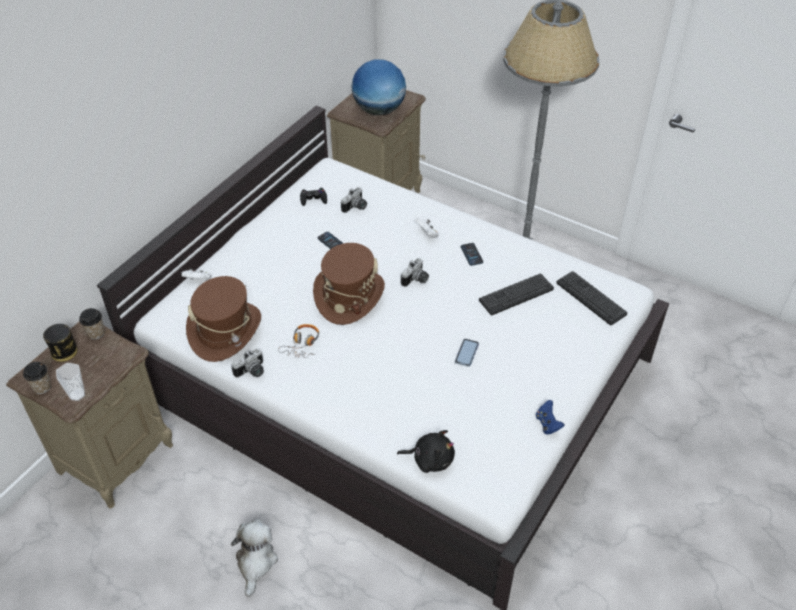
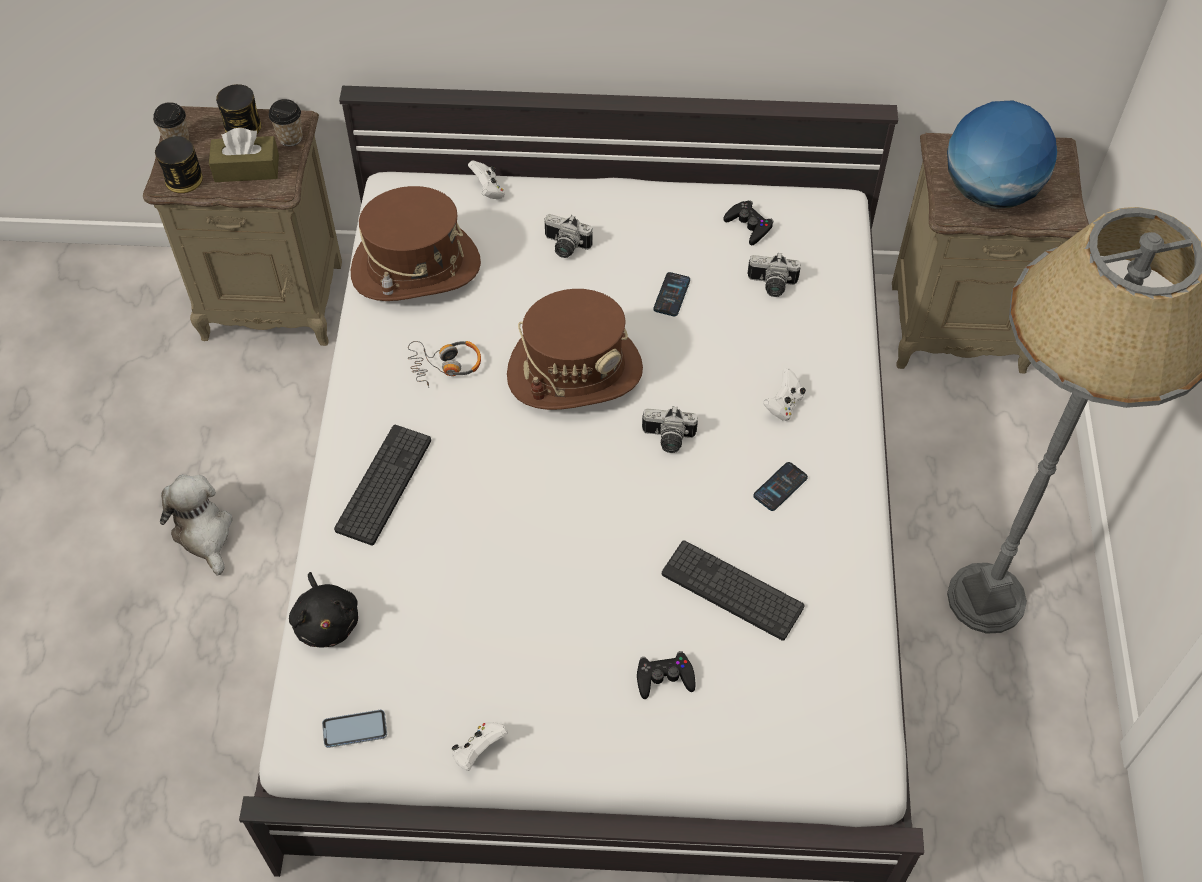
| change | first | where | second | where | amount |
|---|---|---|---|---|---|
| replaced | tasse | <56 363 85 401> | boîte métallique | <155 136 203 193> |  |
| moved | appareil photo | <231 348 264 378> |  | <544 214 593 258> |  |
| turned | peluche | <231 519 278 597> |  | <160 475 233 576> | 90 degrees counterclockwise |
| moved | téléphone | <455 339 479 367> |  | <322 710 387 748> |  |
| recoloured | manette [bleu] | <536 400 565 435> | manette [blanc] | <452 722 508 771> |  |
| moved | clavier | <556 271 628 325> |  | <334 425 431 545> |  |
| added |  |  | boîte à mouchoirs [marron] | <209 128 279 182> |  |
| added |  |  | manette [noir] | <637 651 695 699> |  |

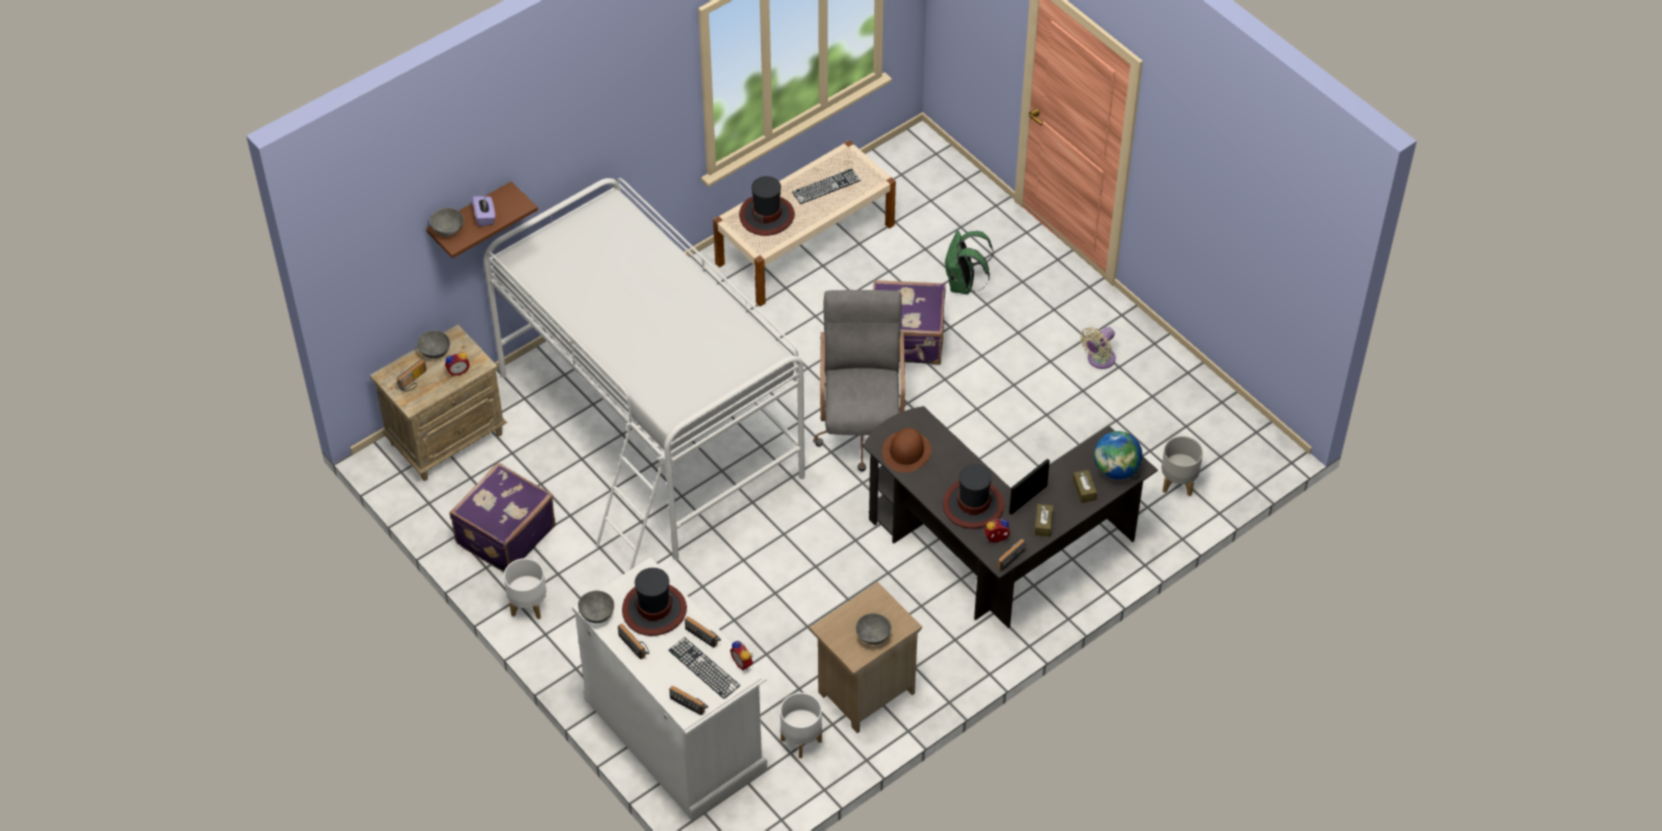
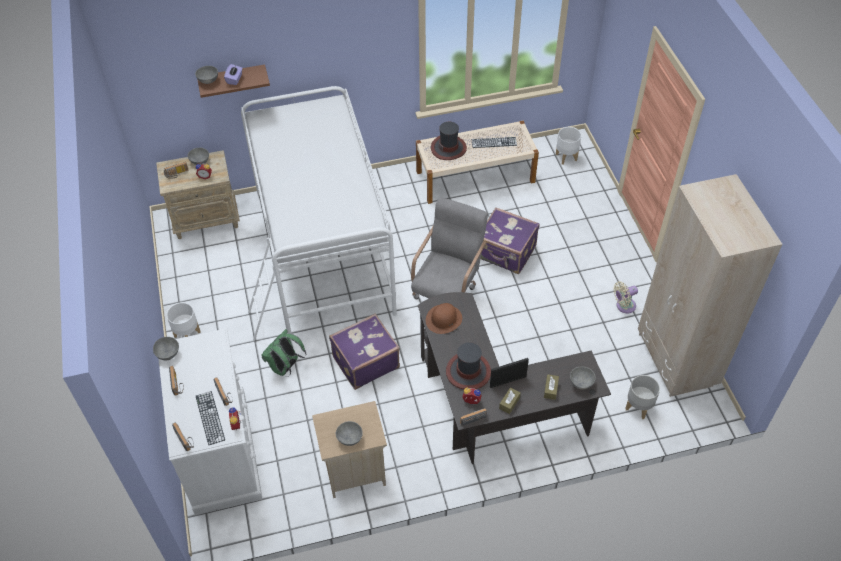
| change | first | where | second | where | amount |
|---|---|---|---|---|---|
| moved | valise [violet] | <449 462 556 572> |  | <329 313 400 390> |  |
| removed | chapeau | <622 568 687 636> |  |  |  |
| moved | cache-pot [blanc] | <780 693 822 758> |  | <556 127 581 165> |  |
| moved | sac à dos [vert] | <945 230 994 294> |  | <261 329 307 377> |  |
| replaced | globe | <1094 431 1142 479> | bol [gris] | <570 367 596 390> |  |
| added |  |  | armoire [beige] | <638 174 782 397> |  |

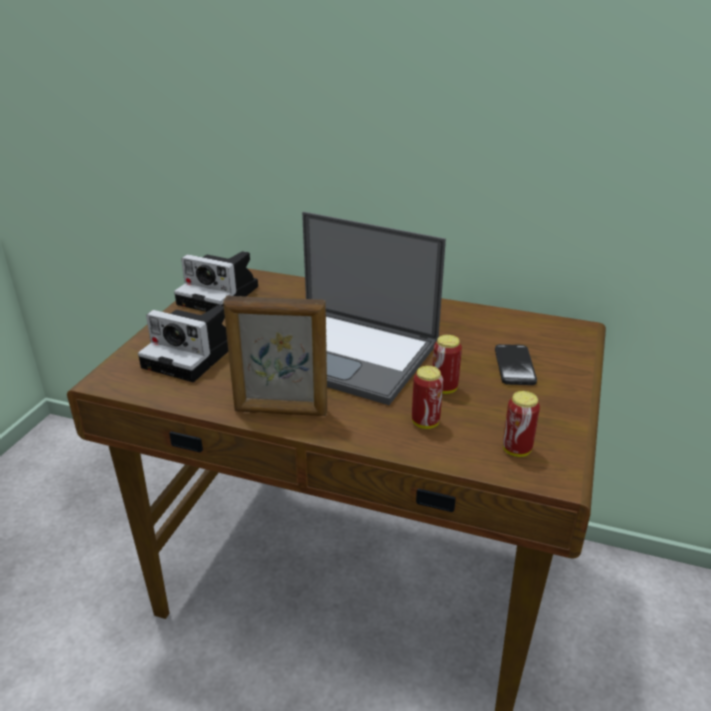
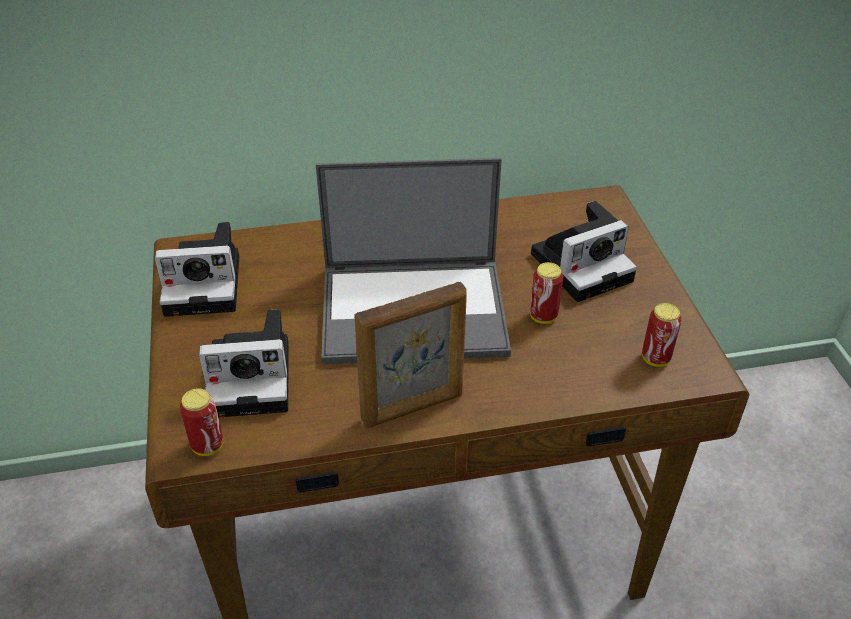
| change | first | where | second | where | amount |
|---|---|---|---|---|---|
| moved | boîte métallique | <412 366 443 429> |  | <180 388 223 456> |  |
| replaced | téléphone | <495 344 537 385> | appareil photo | <531 201 637 302> |  |

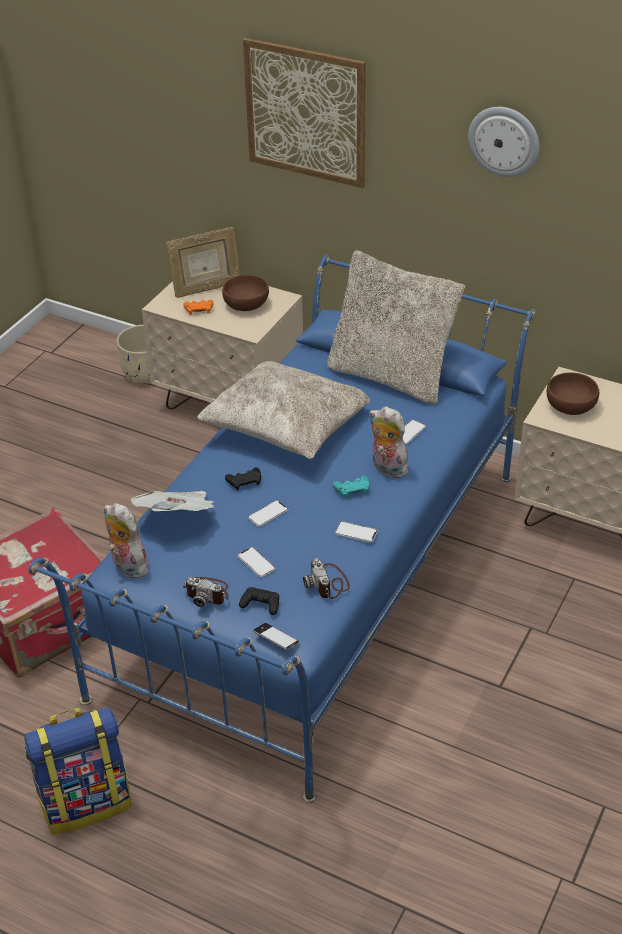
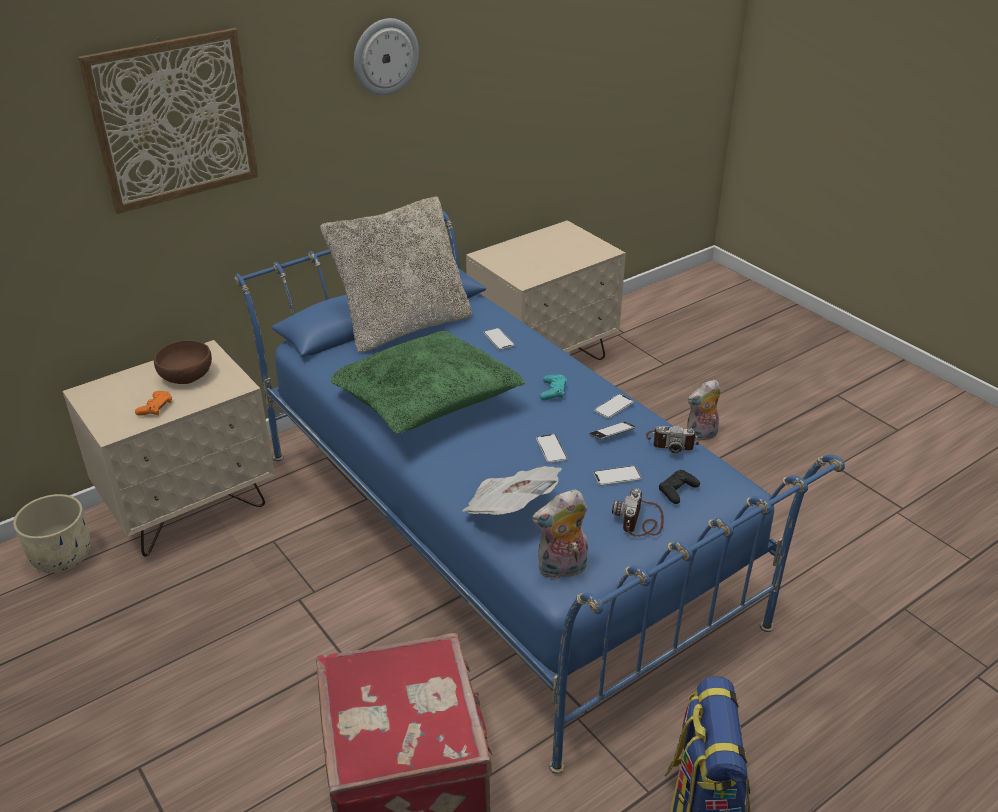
| change | first | where | second | where | amount |
|---|---|---|---|---|---|
| removed | cadre photo | <166 227 240 298> |  |  |  |
| turned | appareil photo | <183 577 229 607> |  | <612 488 664 537> | 150 degrees clockwise |
| recoloured | coussin [beige] | <198 361 370 459> | coussin [vert] | <331 331 525 435> |  |
| removed | manette [noir] | <225 467 261 490> |  |  |  |
| moved | téléphone | <253 623 299 650> |  | <589 422 635 440> |  |
| moved | peluche | <369 406 410 478> |  | <687 379 721 442> |  |
| removed | bol [marron] | <547 372 599 415> |  |  |  |

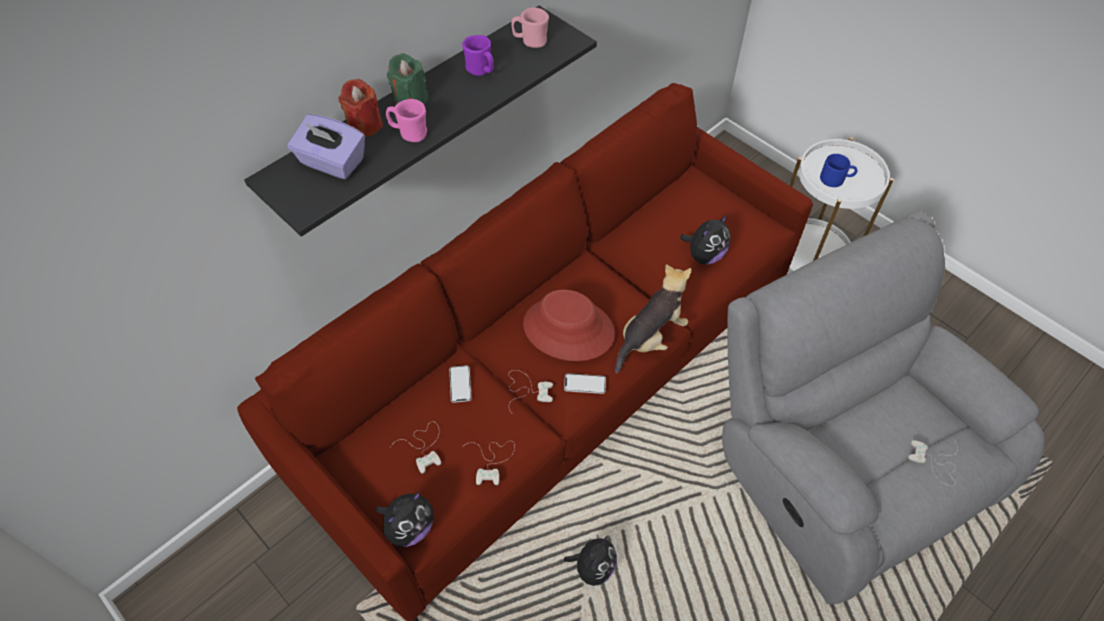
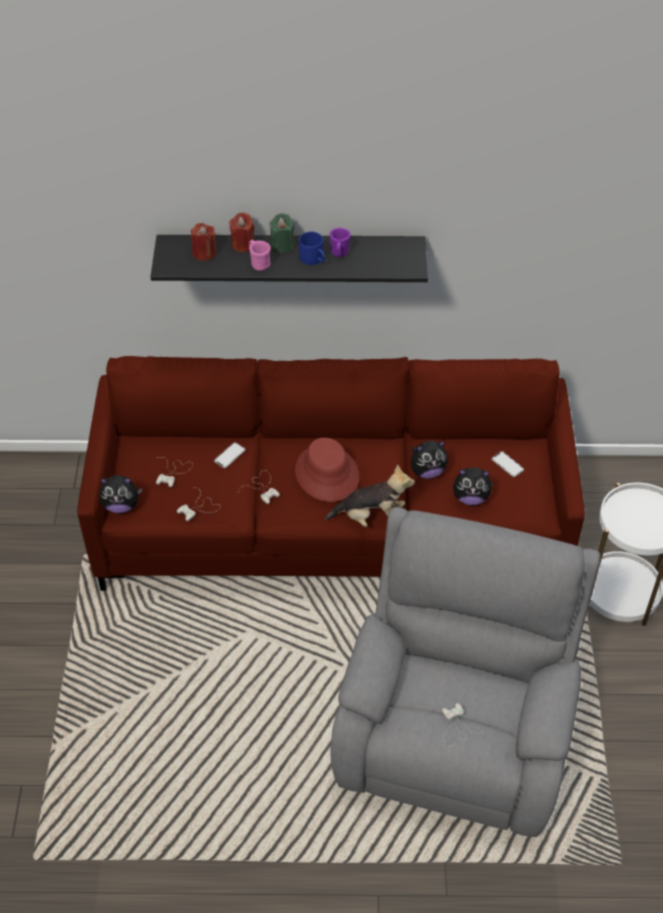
| change | first | where | second | where | amount |
|---|---|---|---|---|---|
| replaced | boîte à mouchoirs [violet] | <288 114 365 179> | bougie [rouge] | <191 223 216 261> |  |
| removed | mug [rose] | <511 8 549 48> |  |  |  |
| moved | téléphone | <564 373 606 394> |  | <491 451 524 477> |  |
| moved | peluche | <564 534 617 586> |  | <411 440 448 479> |  |
| moved | mug [bleu] | <820 154 857 187> |  | <299 232 325 265> |  |

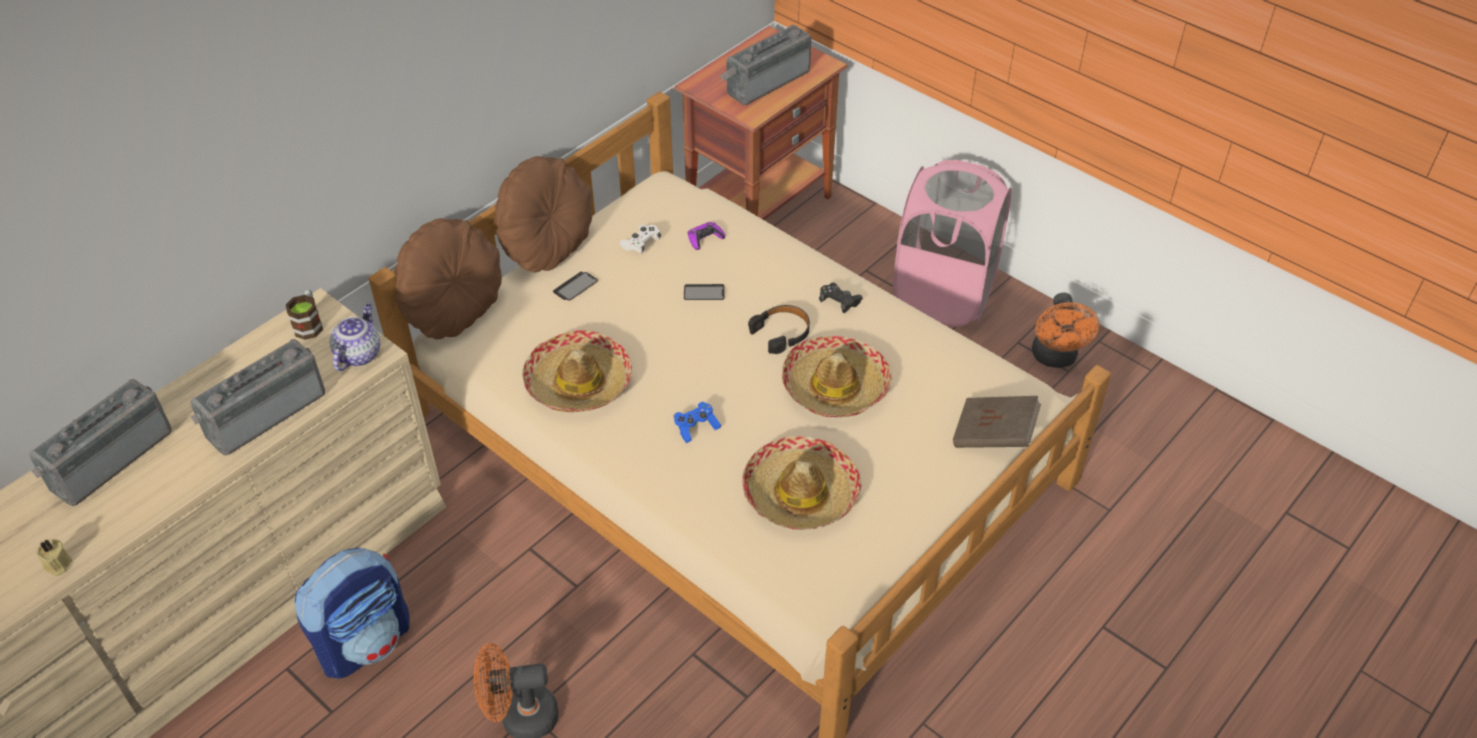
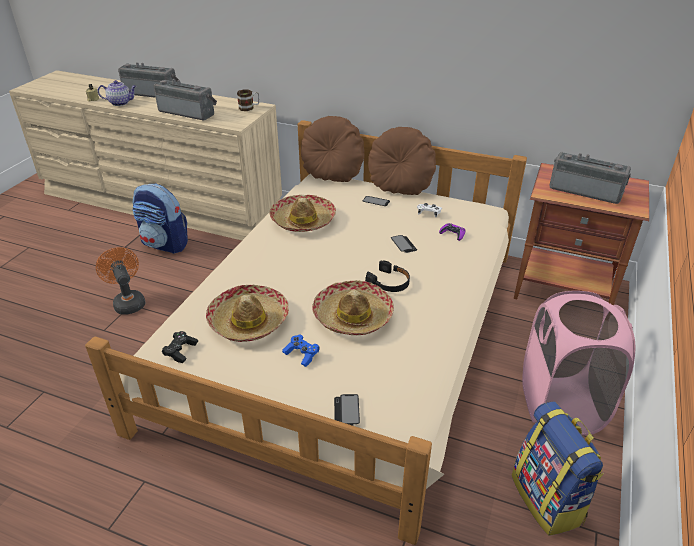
| change | first | where | second | where | amount |
|---|---|---|---|---|---|
| moved | théière | <330 304 380 371> |  | <98 80 137 106> |  |
| moved | manette [bleu] | <674 402 721 443> |  | <282 334 320 367> |  |
| moved | manette [noir] | <819 283 863 313> |  | <162 331 198 363> |  |
| replaced | livre [marron] | <953 396 1041 448> | téléphone | <334 394 360 426> |  |
| replaced | ventilateur [orange] | <1032 293 1099 368> | sac à dos | <512 402 604 536> |  |

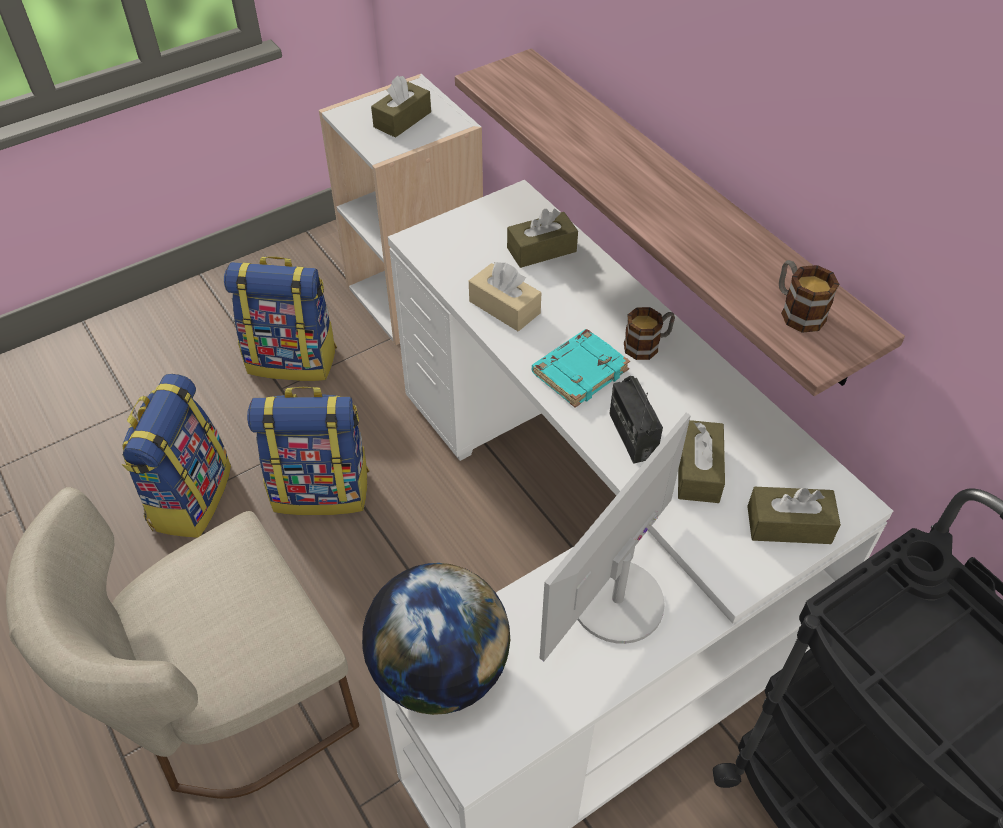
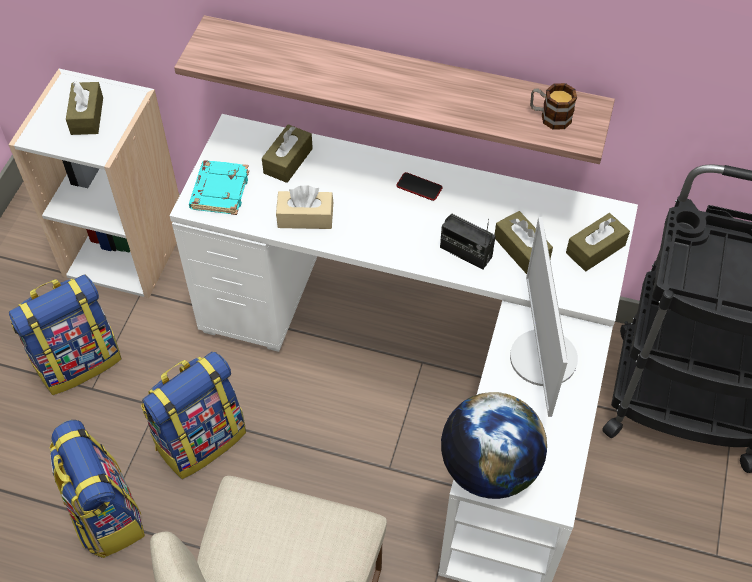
| change | first | where | second | where | amount |
|---|---|---|---|---|---|
| moved | livre [turquoise] | <532 329 630 408> |  | <189 160 249 215> |  |
| replaced | mug | <624 307 675 360> | téléphone | <396 172 443 201> |  |

